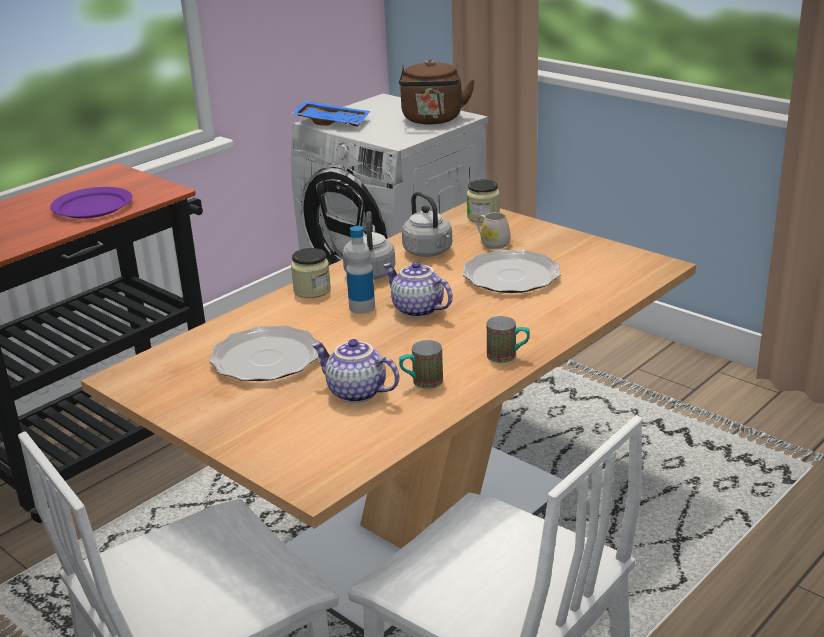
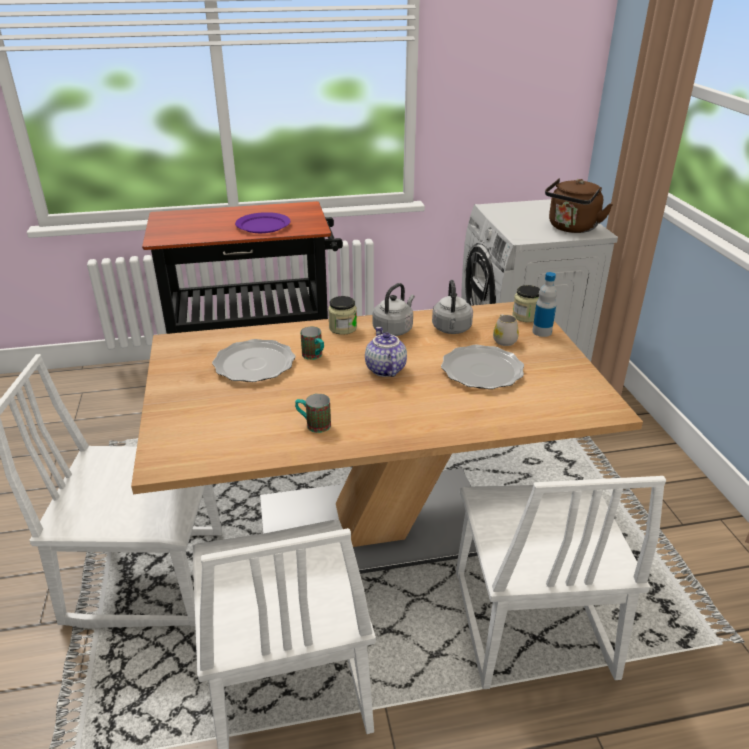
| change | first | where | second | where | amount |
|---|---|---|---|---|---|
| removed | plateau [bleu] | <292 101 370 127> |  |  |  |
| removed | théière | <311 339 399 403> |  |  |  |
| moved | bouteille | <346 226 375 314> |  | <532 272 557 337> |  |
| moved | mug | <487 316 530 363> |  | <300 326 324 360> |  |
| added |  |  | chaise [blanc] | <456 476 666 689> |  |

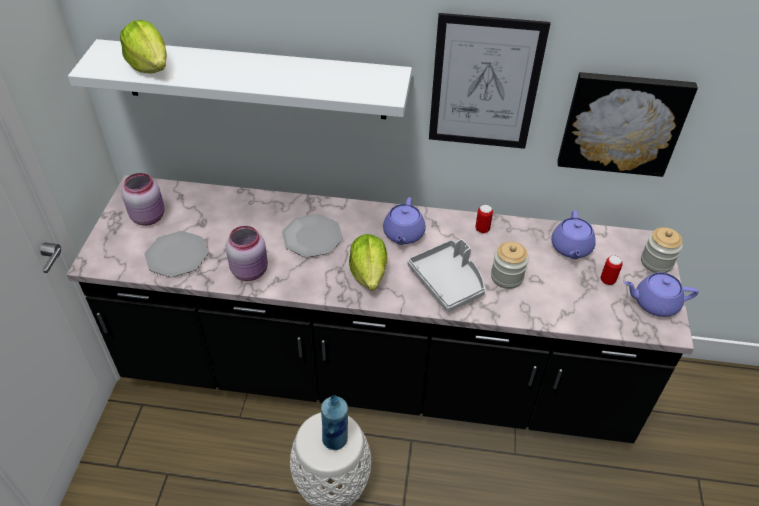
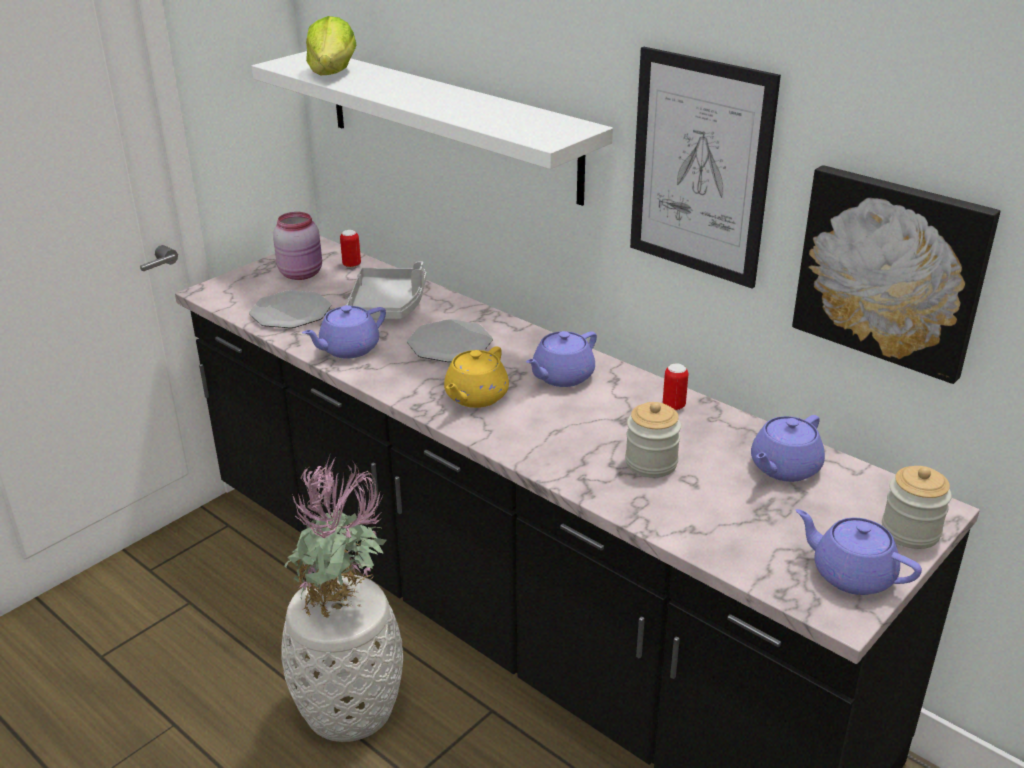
| change | first | where | second | where | amount |
|---|---|---|---|---|---|
| replaced | bocal [rose] | <226 226 268 281> | théière [violet] | <302 305 386 359> |  |
| replaced | bouteille [bleu] | <321 395 348 450> | plante en pot | <284 455 387 618> |  |
| replaced | laitue | <349 234 387 291> | théière [jaune] | <444 346 509 408> |  |
| moved | plateau [gris] | <408 239 485 312> |  | <347 261 426 320> |  |
| moved | boîte métallique | <601 256 623 285> |  | <340 230 361 268> |  |

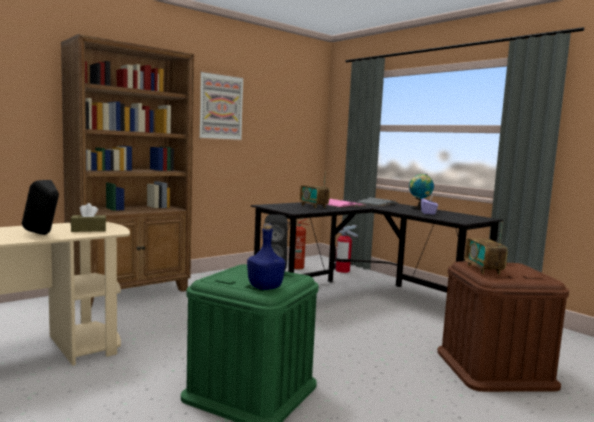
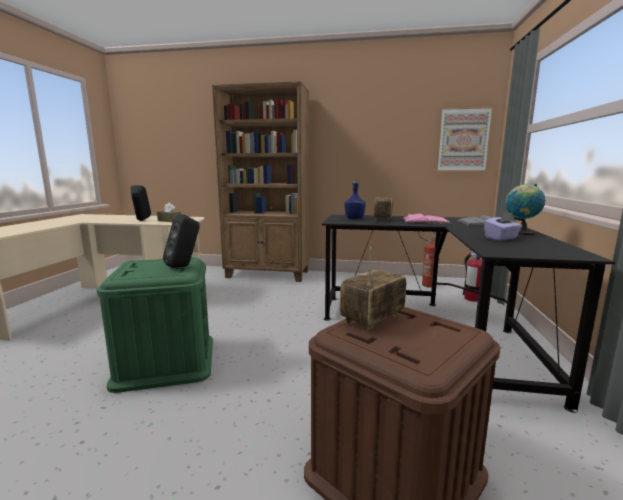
| change | first | where | second | where | amount |
|---|---|---|---|---|---|
| moved | tableau | <199 71 244 141> |  | <438 107 492 172> |  |
| moved | bouteille [bleu] | <247 223 285 290> |  | <345 180 366 219> |  |

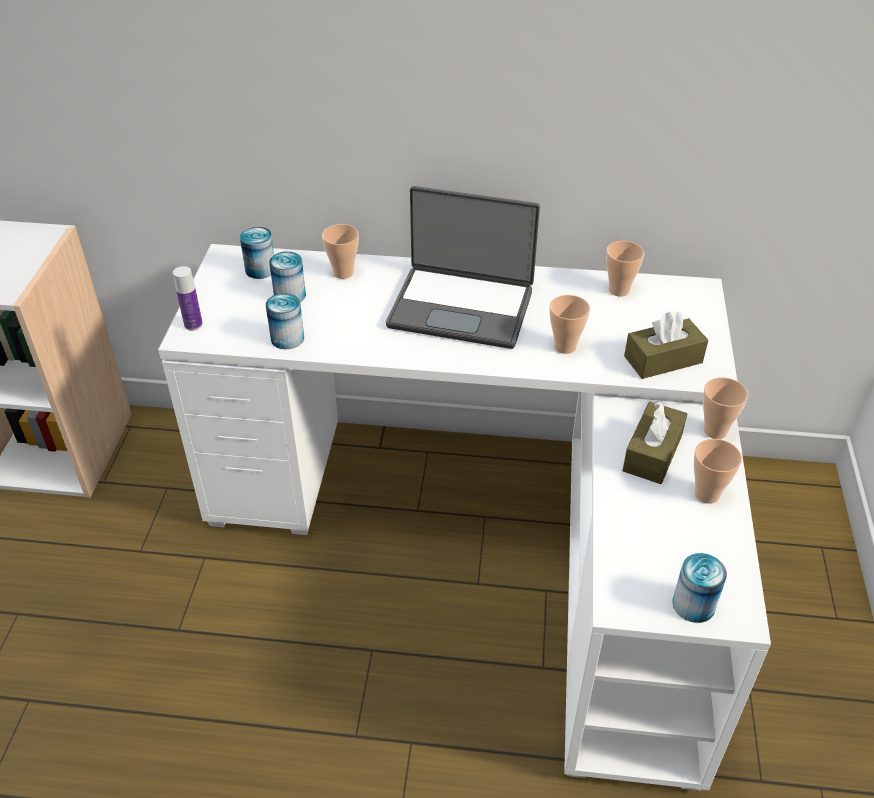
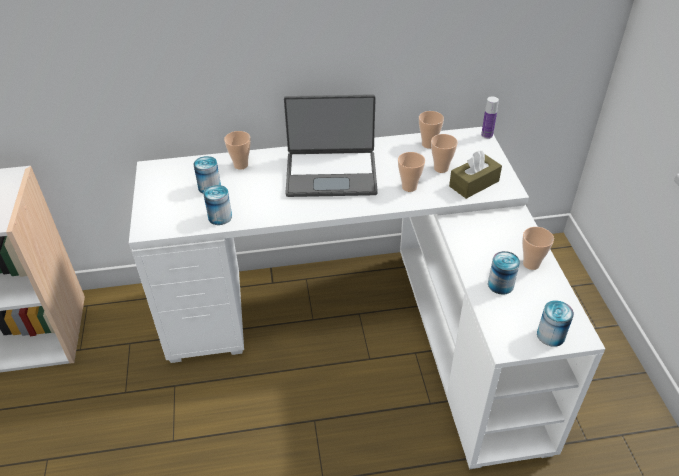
| change | first | where | second | where | amount |
|---|---|---|---|---|---|
| moved | bouteille | <173 266 203 331> |  | <481 96 499 139> |  |
| moved | boîte métallique | <240 227 274 279> |  | <488 251 520 295> |  |
| removed | boîte à mouchoirs [marron] | <622 401 687 484> |  |  |  |
| moved | tasse | <703 377 748 439> |  | <431 134 458 173> |  |

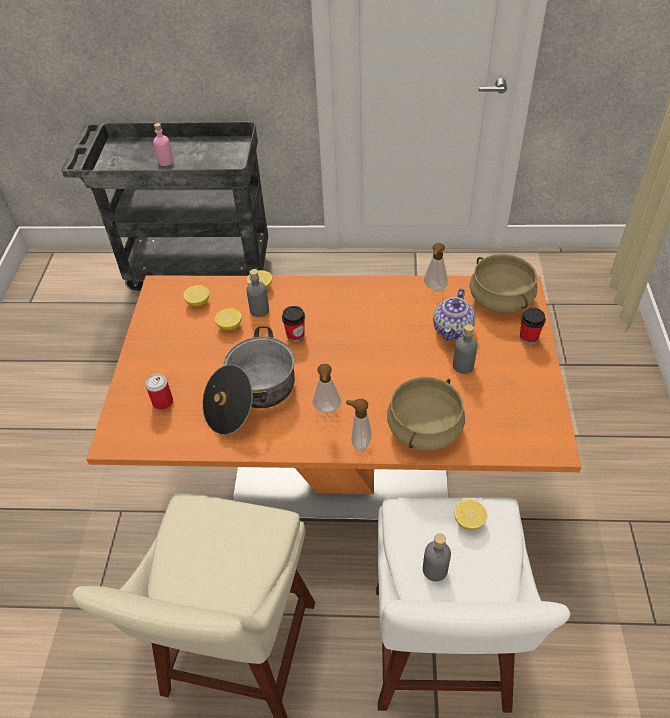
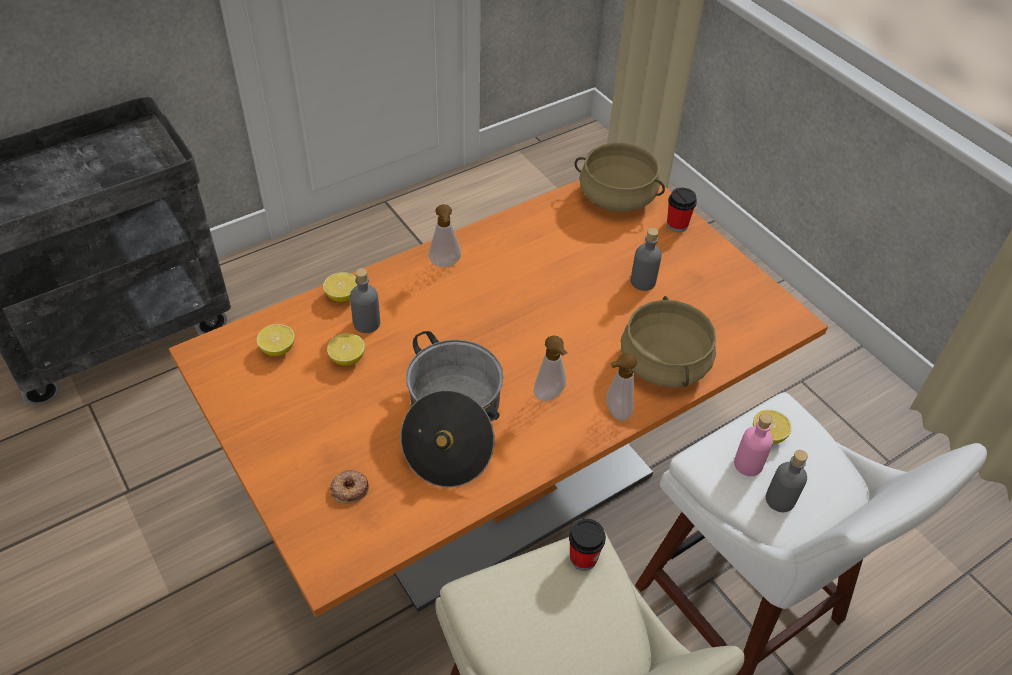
| change | first | where | second | where | amount |
|---|---|---|---|---|---|
| replaced | boîte métallique | <146 374 173 410> | beignet | <330 470 369 503> |  |
| moved | bouteille [rose] | <153 123 174 166> |  | <734 413 773 476> |  |
| moved | tasse | <282 306 305 342> |  | <569 519 606 571> |  |
| moved | distributeur de savon | <424 243 448 291> |  | <429 204 461 267> |  |
| removed | théière | <433 288 476 341> |  |  |  |

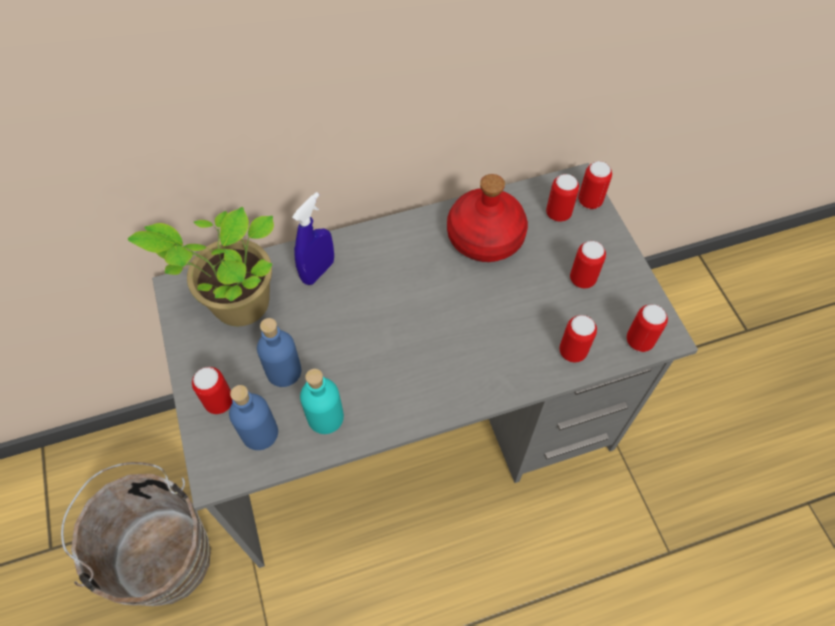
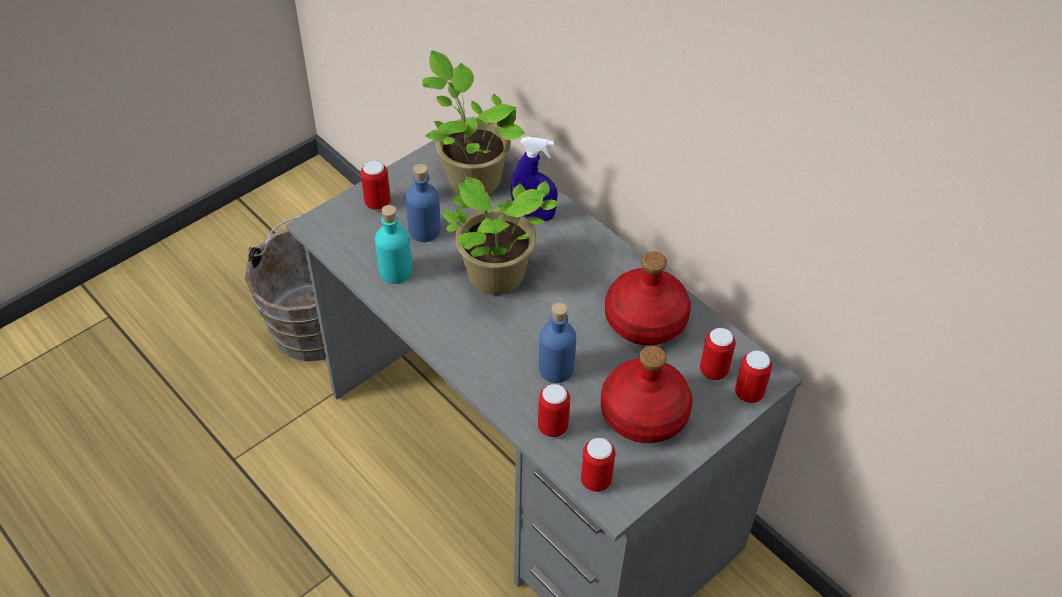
| change | first | where | second | where | amount |
|---|---|---|---|---|---|
| moved | bouteille [bleu] | <229 385 278 450> |  | <539 303 576 383> |  |
| replaced | boîte métallique | <570 241 606 289> | bouteille [rouge] | <601 346 693 443> |  |
| added |  |  | plante en pot | <442 176 559 295> |  |

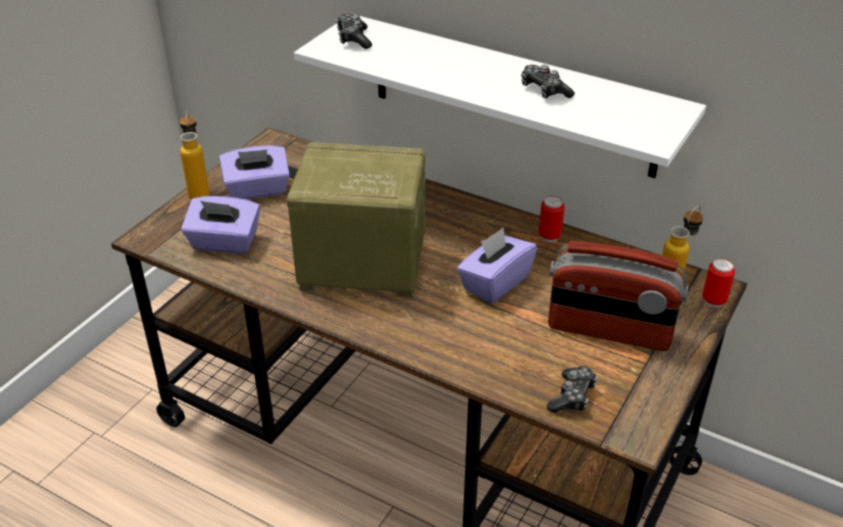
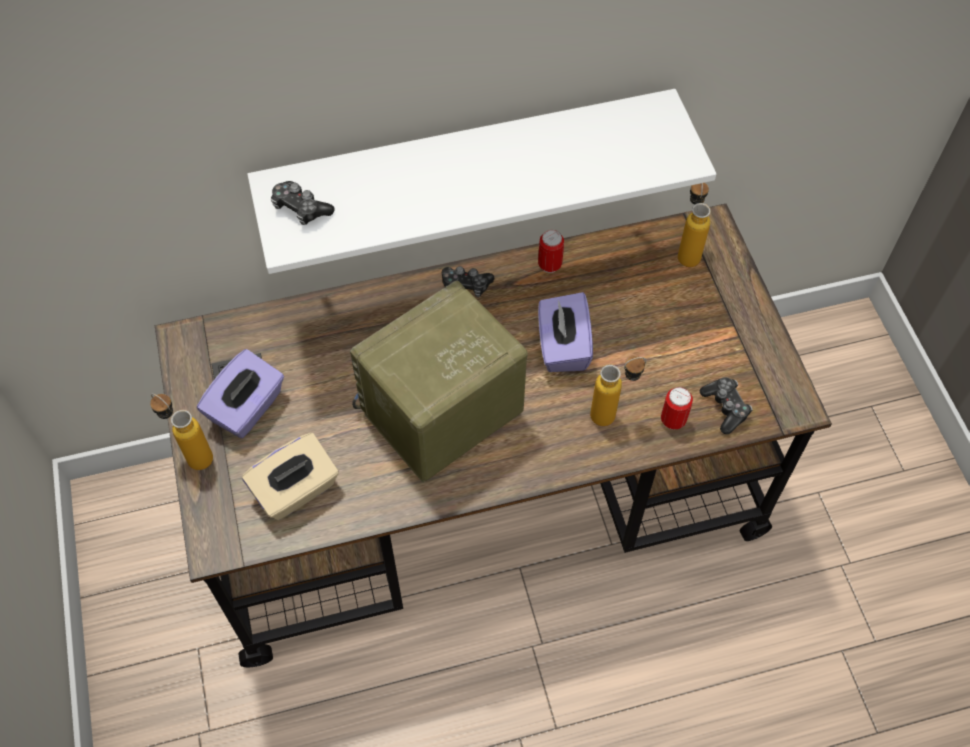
| change | first | where | second | where | amount |
|---|---|---|---|---|---|
| recoloured | boîte à mouchoirs [violet] | <181 196 260 253> | boîte à mouchoirs [beige] | <242 433 339 520> |  |
| moved | manette | <521 65 575 99> |  | <442 266 494 297> |  |
| removed | radio | <548 241 689 351> |  |  |  |
| moved | boîte métallique | <702 258 735 307> |  | <661 387 693 429> |  |
| added |  |  | bouteille | <590 356 647 426> |  |

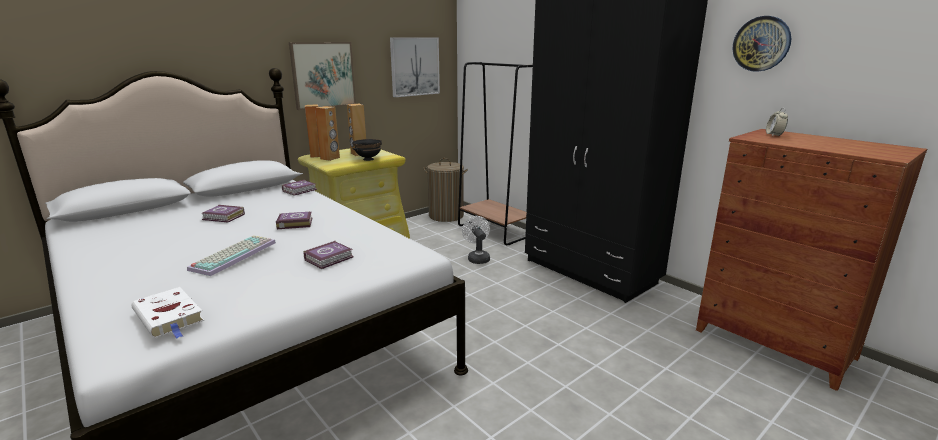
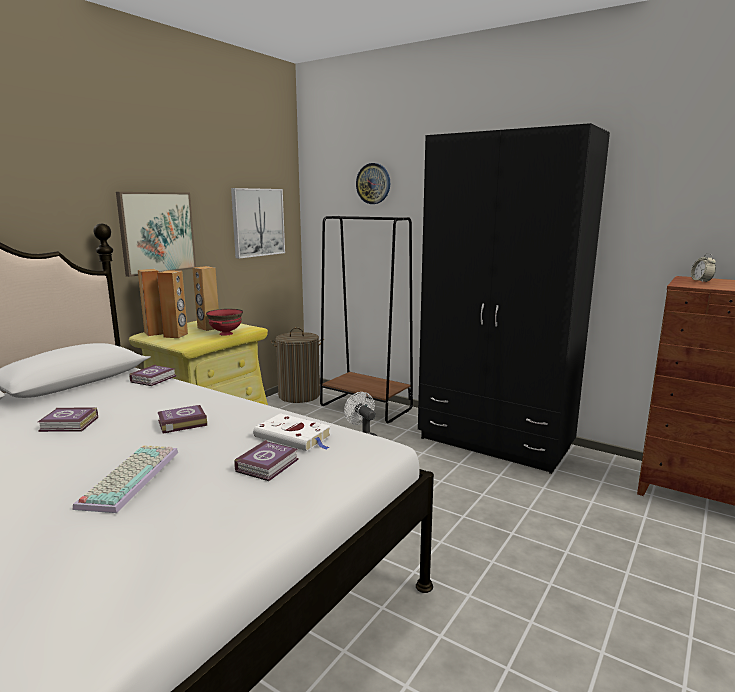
| change | first | where | second | where | amount |
|---|---|---|---|---|---|
| moved | livre [blanc] | <131 287 204 339> |  | <253 413 331 451> |  |
| recoloured | bol [noir] | <352 139 382 161> | bol [rouge] | <206 309 243 336> |  |
| moved | horloge murale | <732 16 791 72> |  | <356 163 390 204> |  |

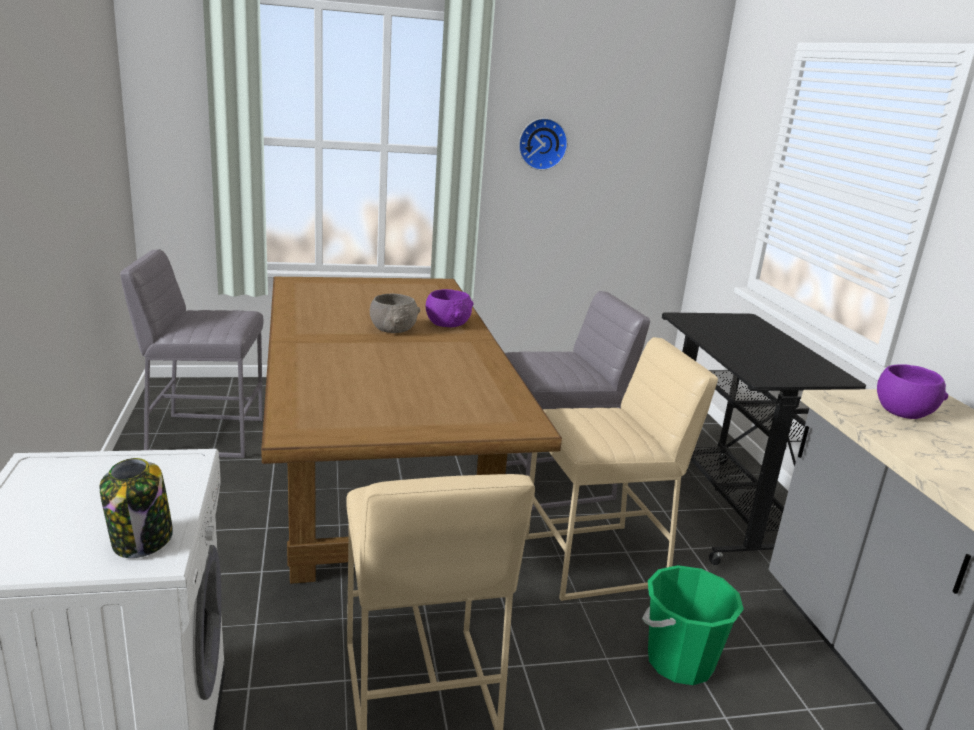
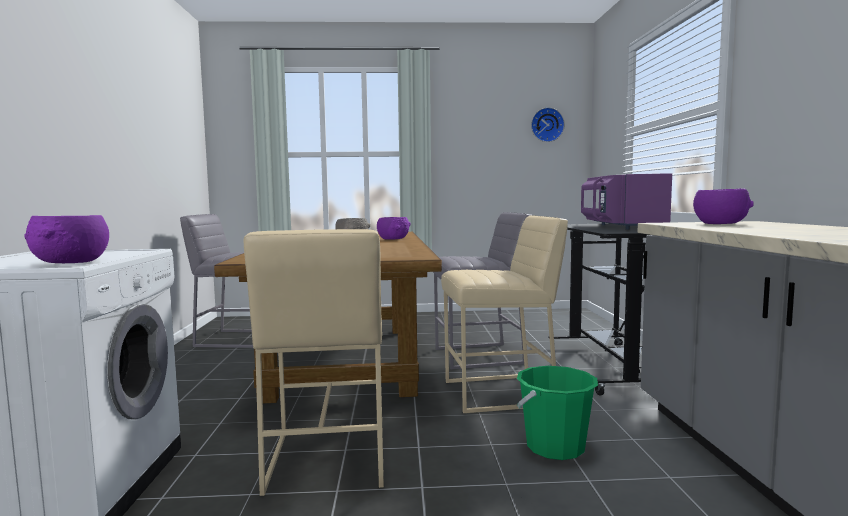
| change | first | where | second | where | amount |
|---|---|---|---|---|---|
| replaced | bocal | <99 458 173 558> | bol [violet] | <24 215 109 263> |  |
| moved | horloge murale | <519 118 568 170> |  | <531 107 565 142> |  |
| added |  |  | micro-ondes [violet] | <581 173 672 230> |  |

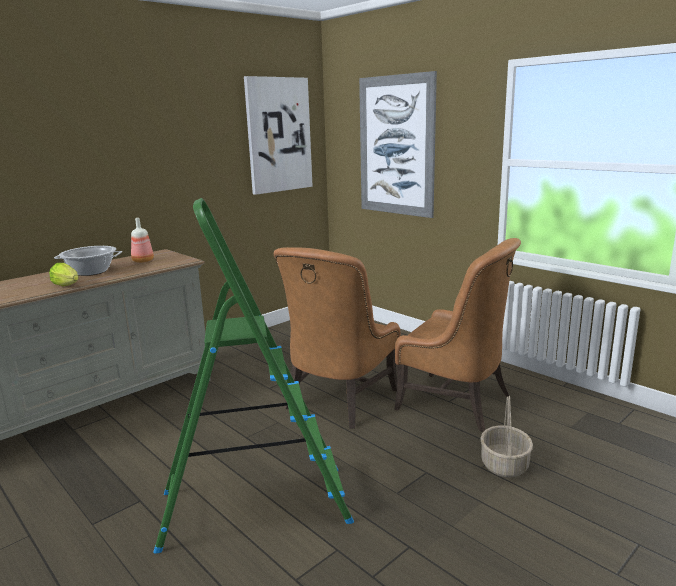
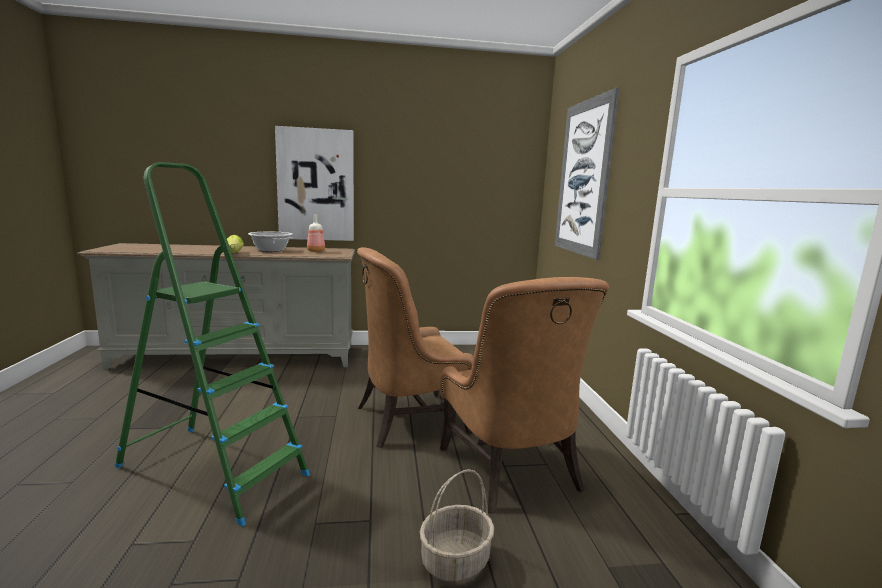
| change | first | where | second | where | amount |
|---|---|---|---|---|---|
| moved | tableau | <244 76 313 195> |  | <275 126 354 241> |  |

